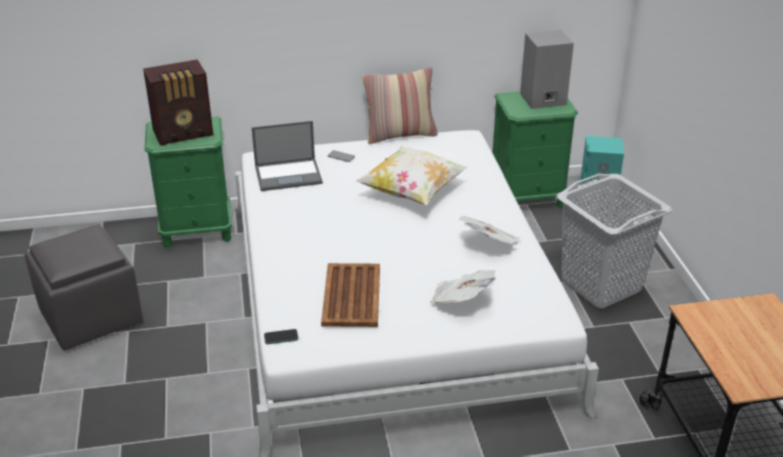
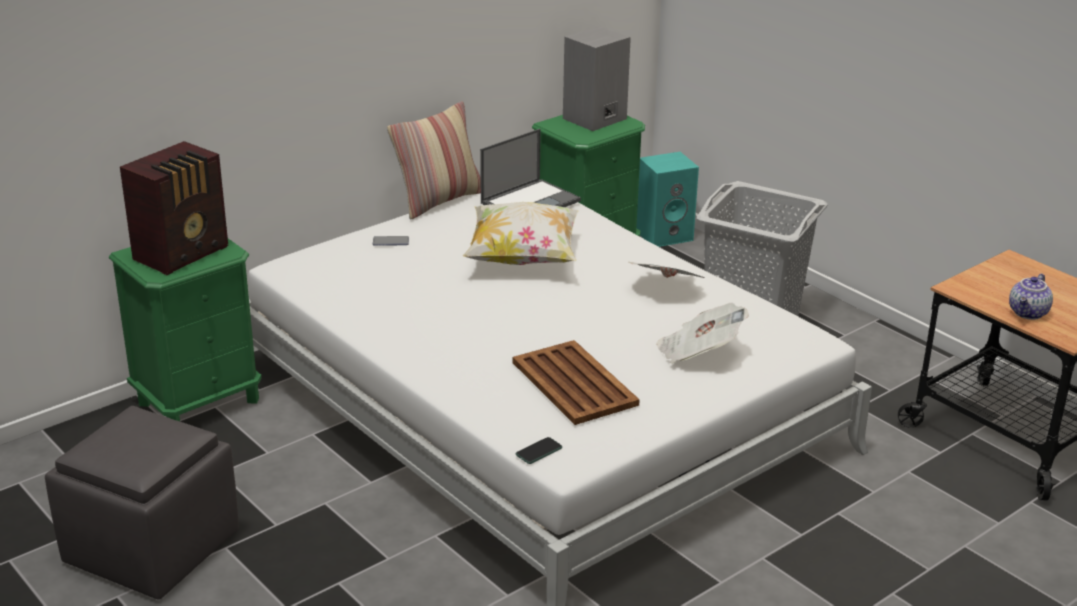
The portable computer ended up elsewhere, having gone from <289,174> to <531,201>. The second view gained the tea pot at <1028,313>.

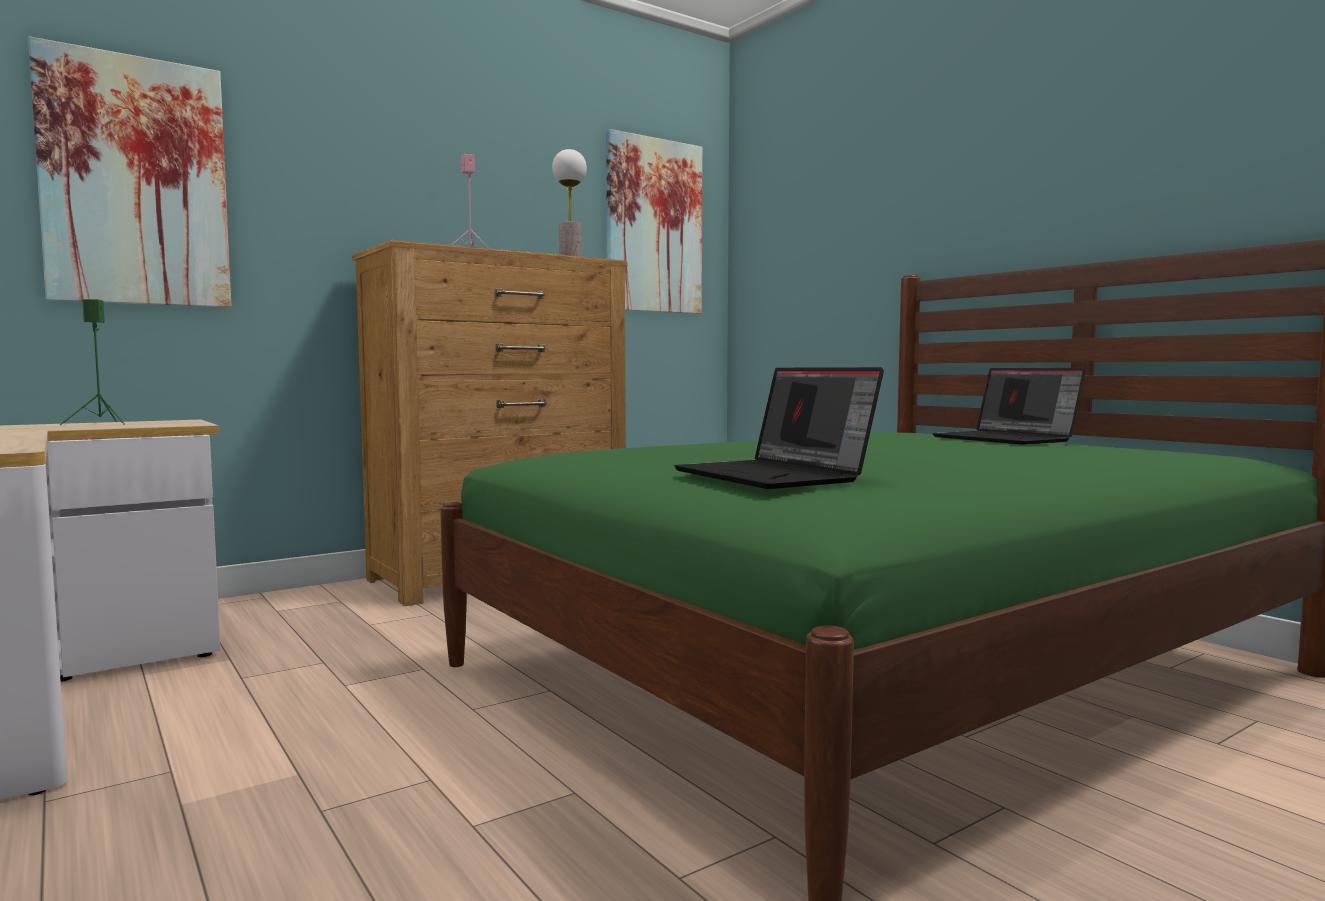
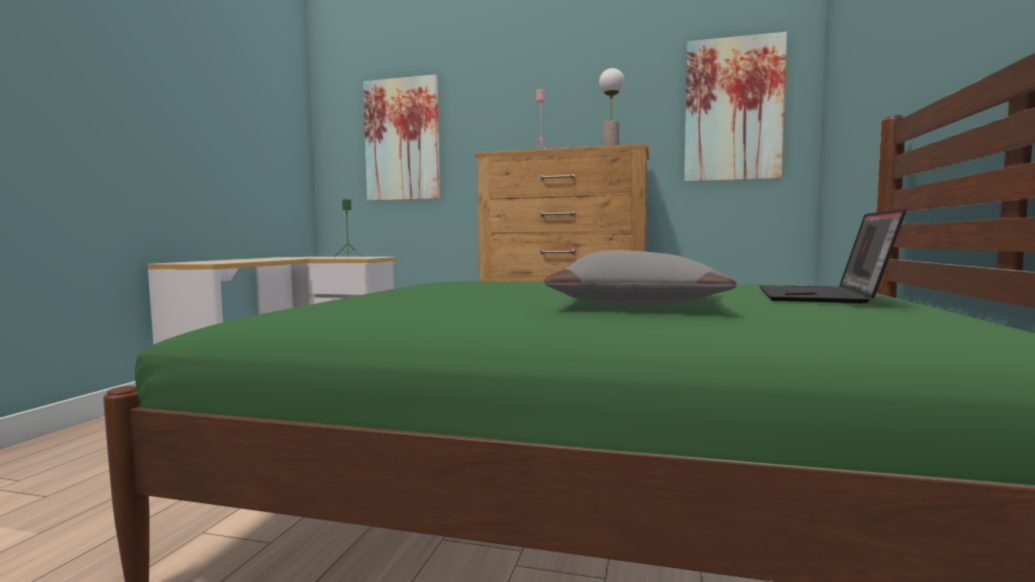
The second view lost the portable computer at <776,476>. The second view gained the gray pillow at <639,303>.

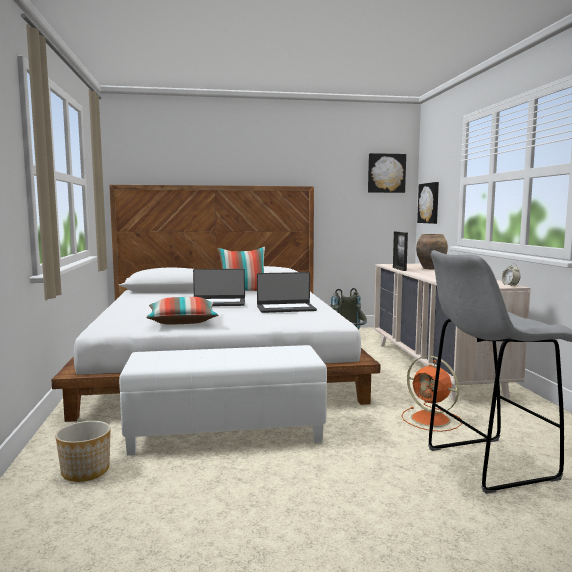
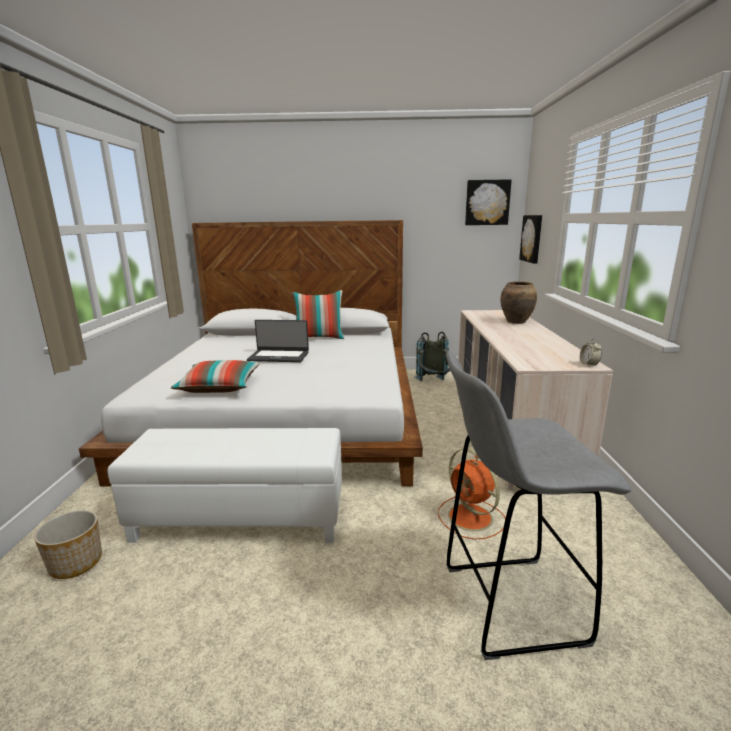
The second view lost the portable computer at <286,308>. The second view lost the photo frame at <399,269>.

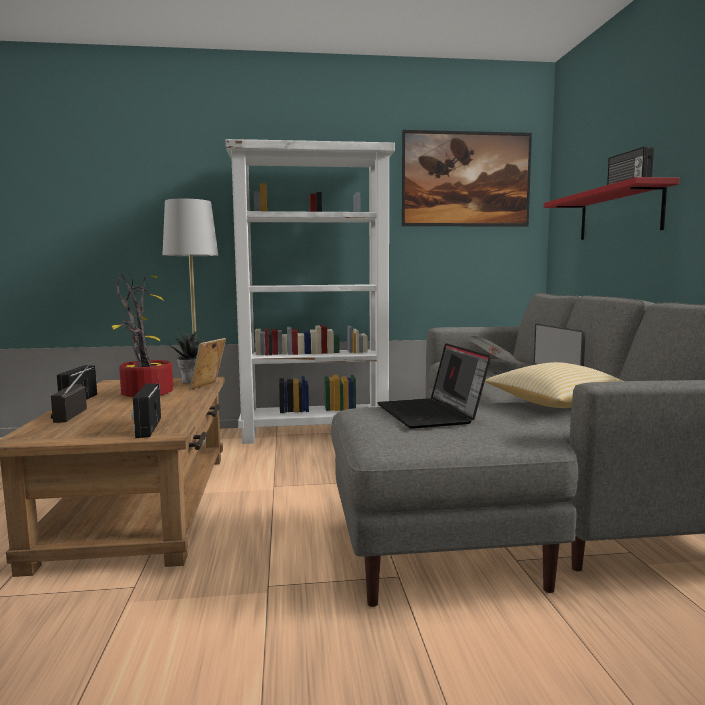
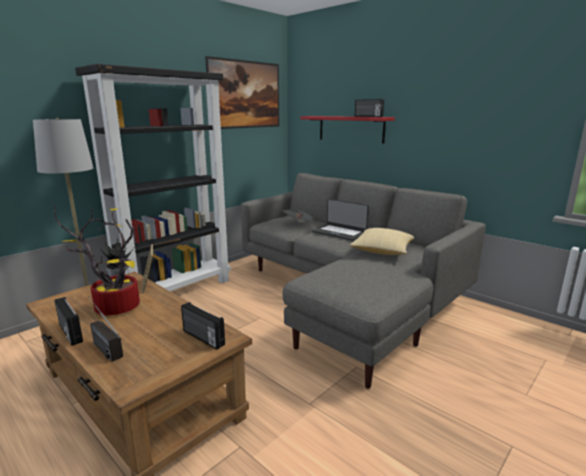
What was the whitish shelving unit at <316,433> turned into the black-coloured shelving unit at <176,291>. The second view lost the portable computer at <431,414>.

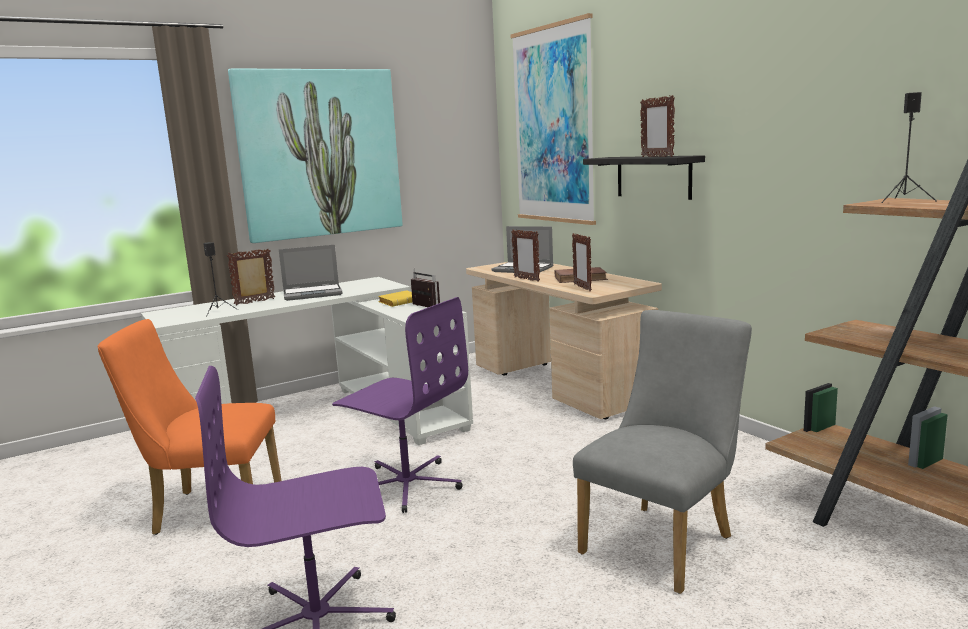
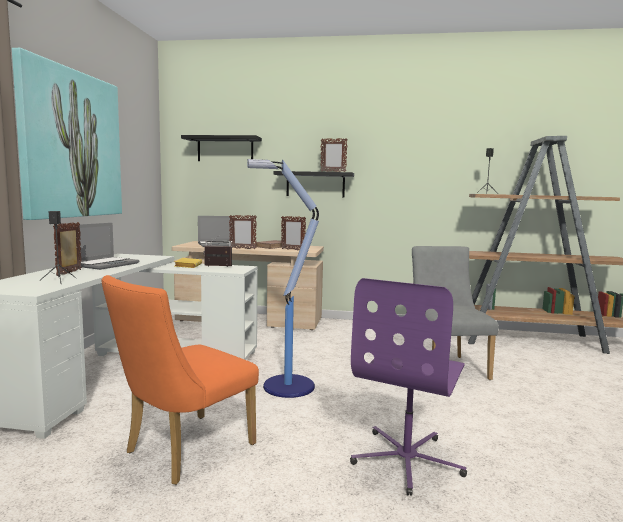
Where the purple desk chair stood at <407,484>, the standing lamp came to stand at <286,386>. Where the wall picture hung at <553,125>, the black-coloured shelf came to hang at <225,149>.

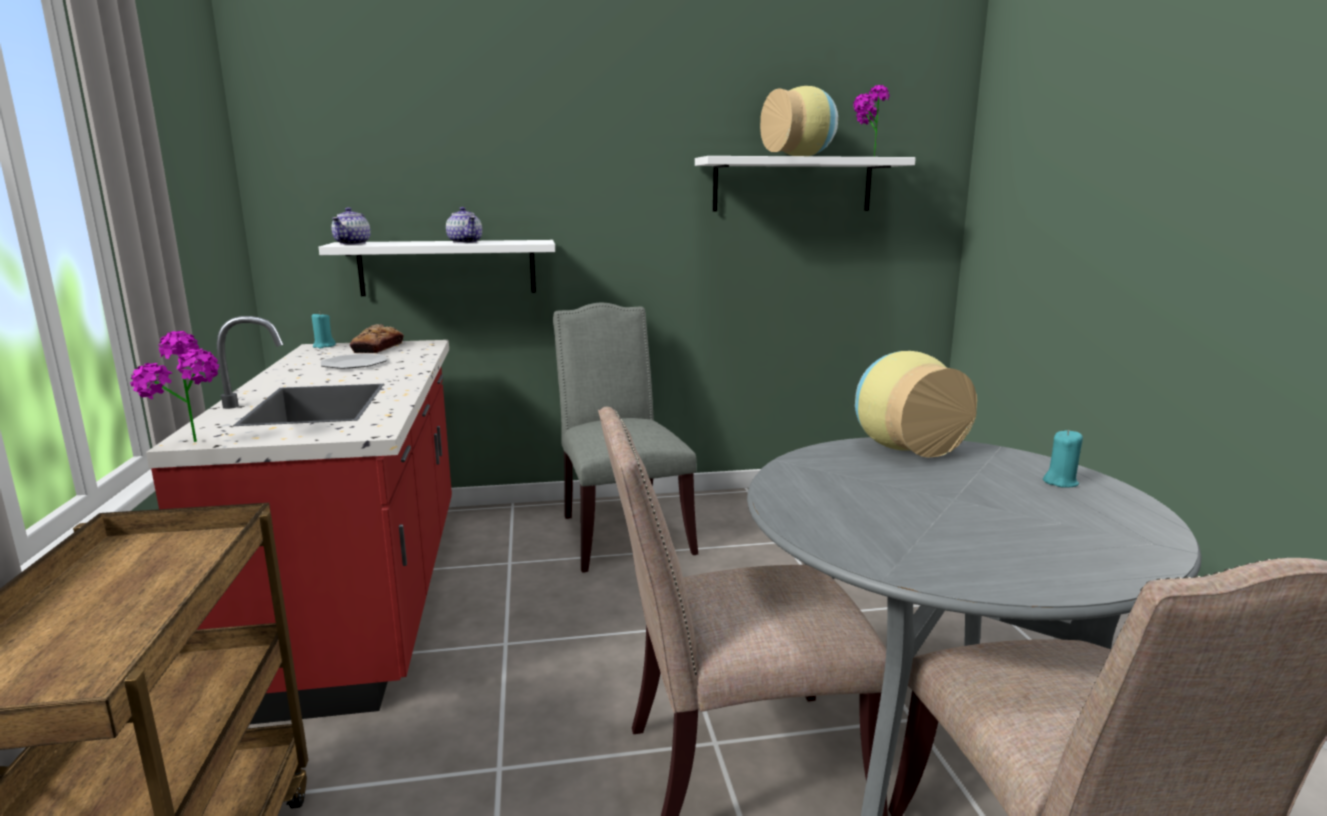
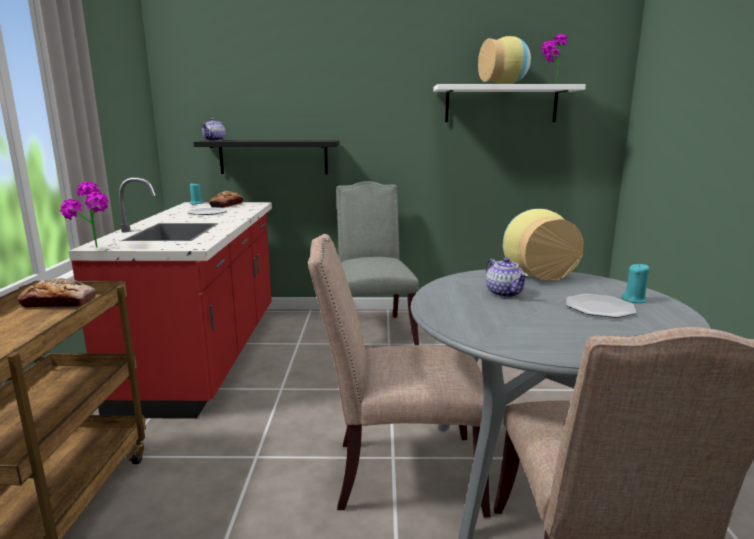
What was the whitish shelf at <448,267> turned into the black-coloured shelf at <273,157>. The tea pot ended up elsewhere, having gone from <465,242> to <505,293>. The second view gained the bakery bread at <59,303>. The second view gained the flat dish at <599,308>.

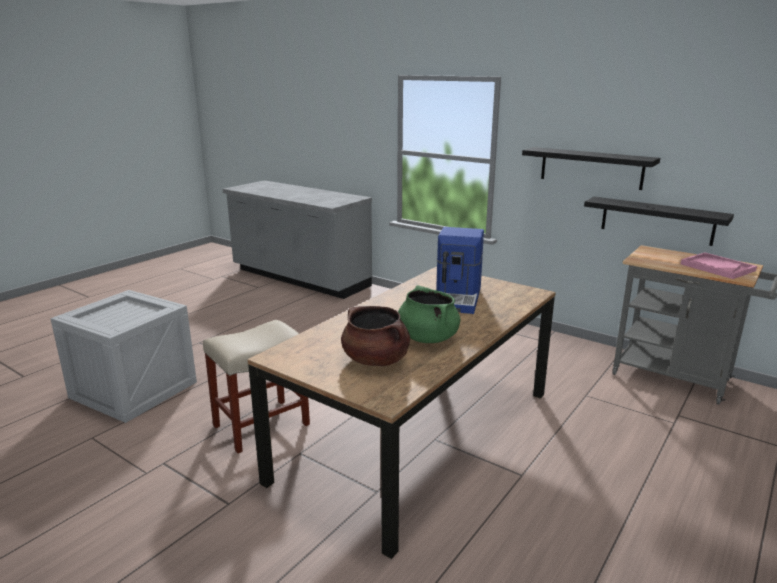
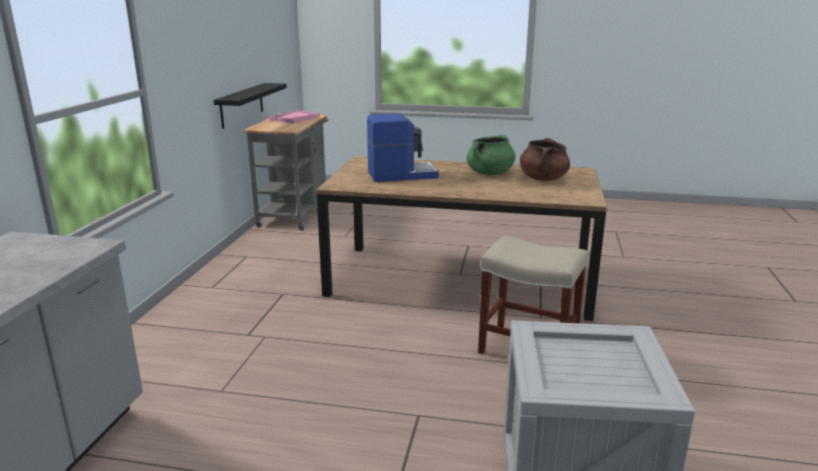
The second view lost the black-coloured shelf at <591,168>.

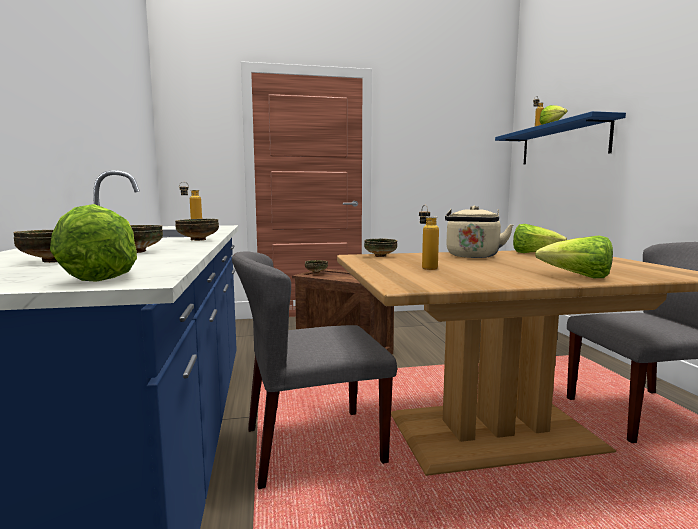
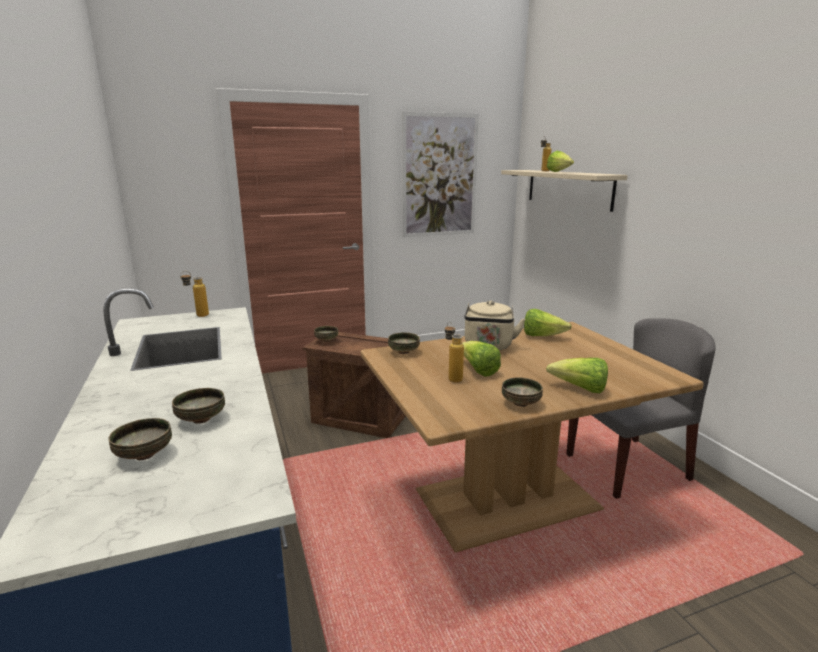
The head of lettuce ended up elsewhere, having gone from <103,276> to <478,370>. The bowl ended up elsewhere, having gone from <198,240> to <521,403>. The second view lost the gray upright chair at <312,446>. What was the bluish shelf at <562,143> turned into the beige shelf at <568,188>. The second view gained the wall picture at <439,176>.

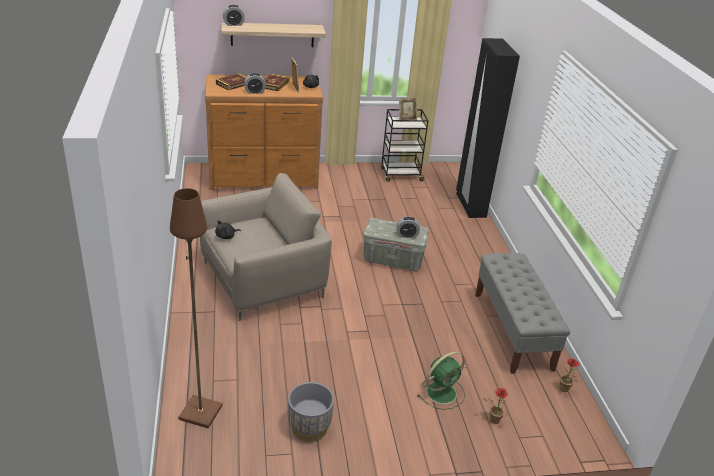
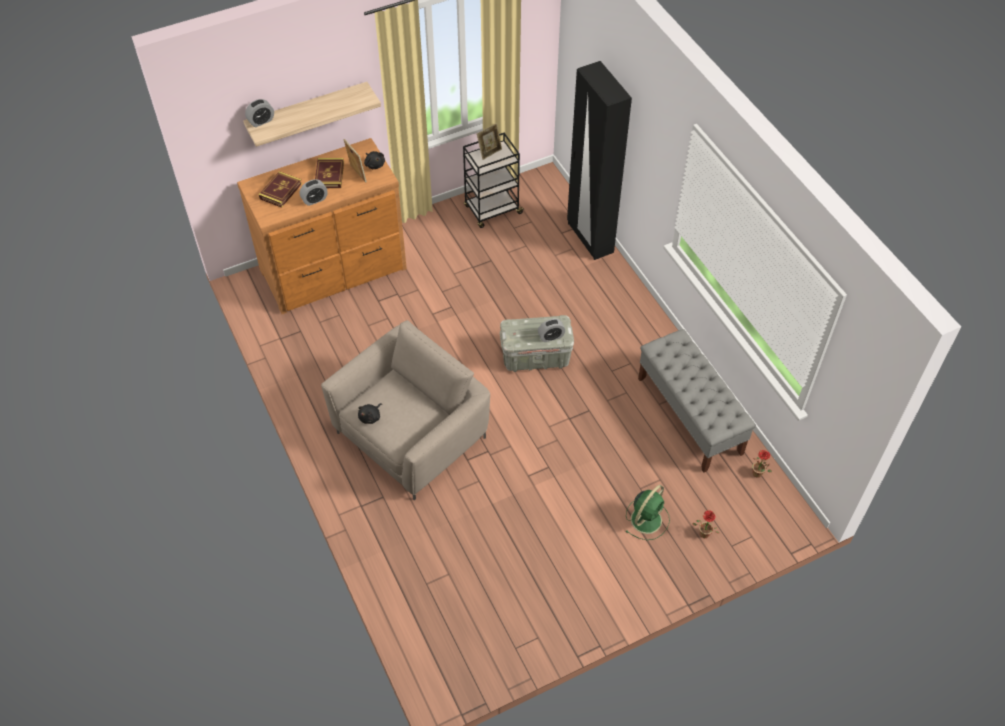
The second view lost the brown-coloured standing lamp at <199,413>. The second view lost the gray plant pot at <309,428>.

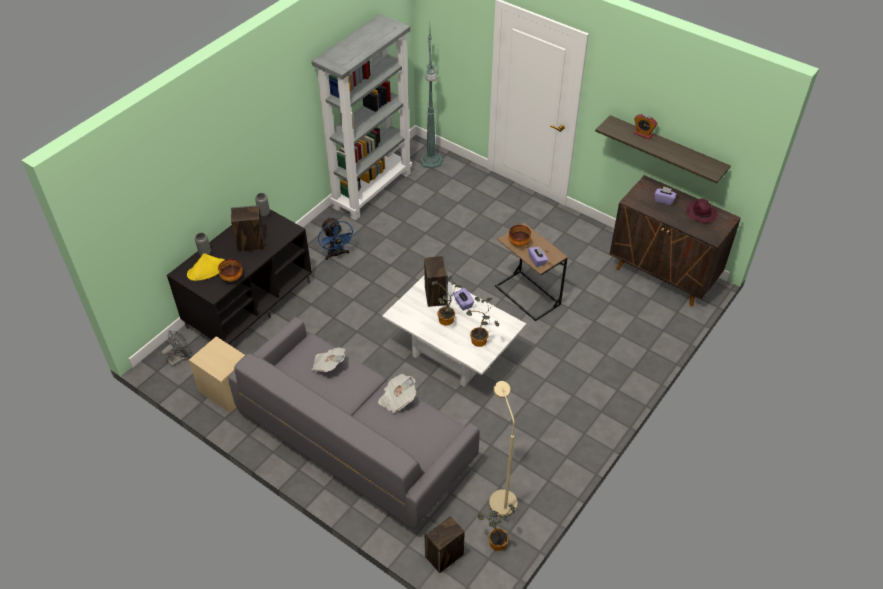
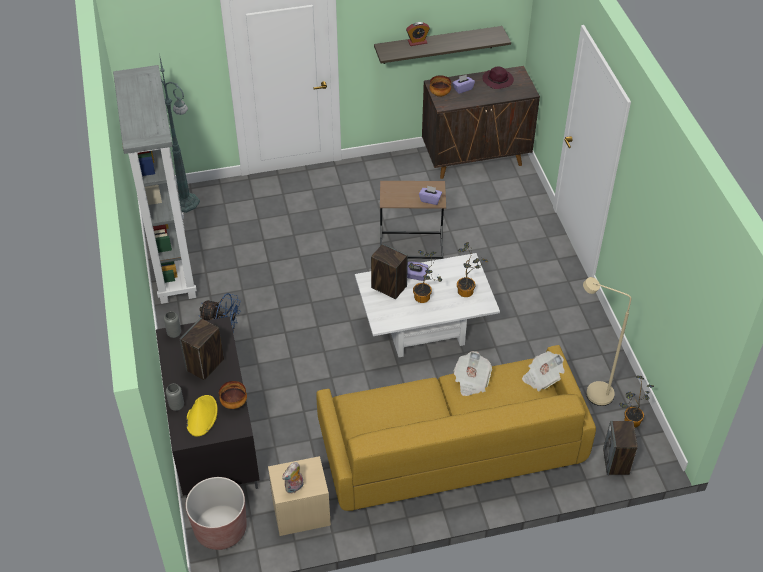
Where the gray electric fan stood at <179,358>, the brown-coloured plant pot came to stand at <220,529>. What was the gray couch at <356,439> turned into the yellow couch at <450,449>. The printed paper ended up elsewhere, having gone from <328,365> to <542,377>. The bowl ended up elsewhere, having gone from <519,243> to <440,94>. The second view gained the cuddly toy at <294,488>.

